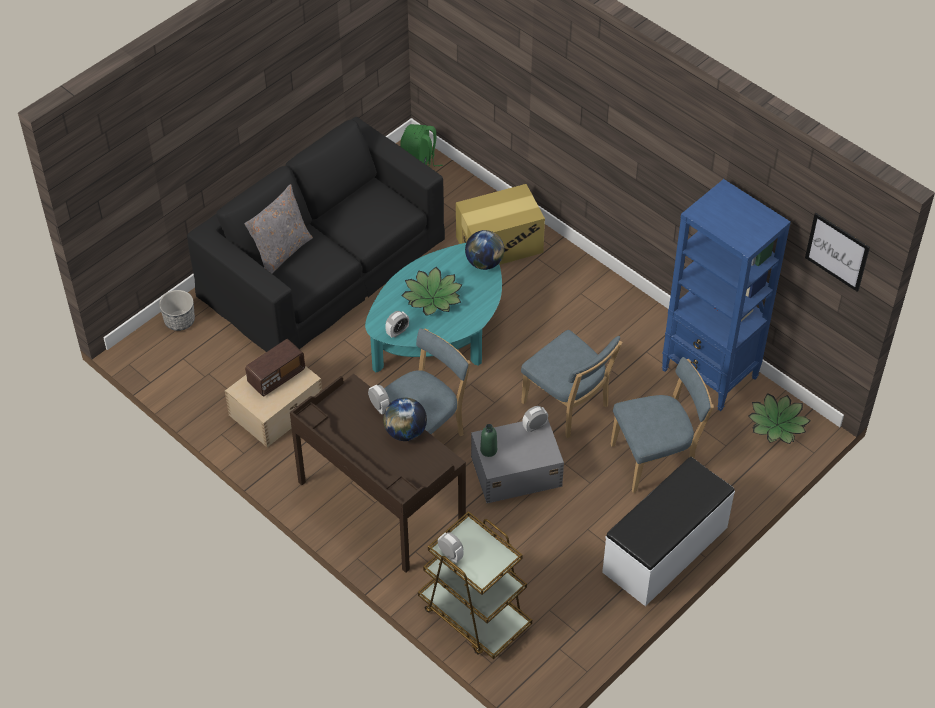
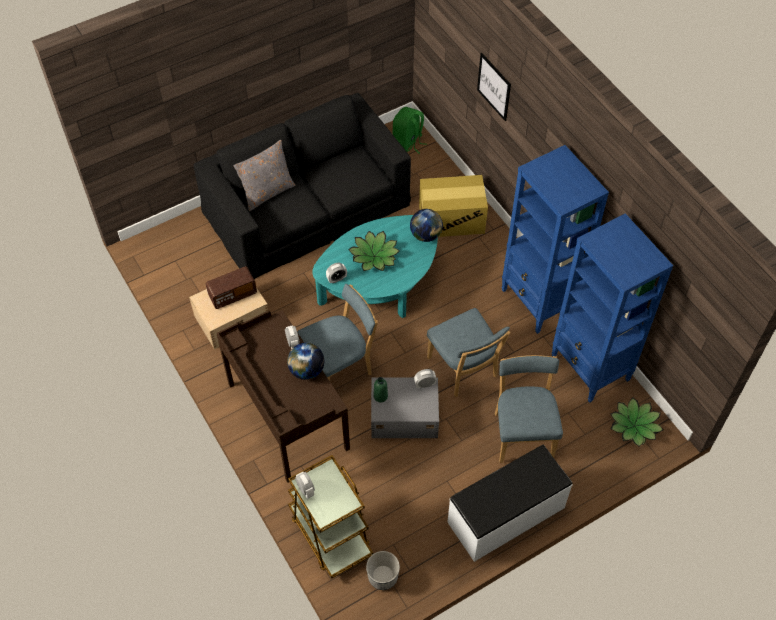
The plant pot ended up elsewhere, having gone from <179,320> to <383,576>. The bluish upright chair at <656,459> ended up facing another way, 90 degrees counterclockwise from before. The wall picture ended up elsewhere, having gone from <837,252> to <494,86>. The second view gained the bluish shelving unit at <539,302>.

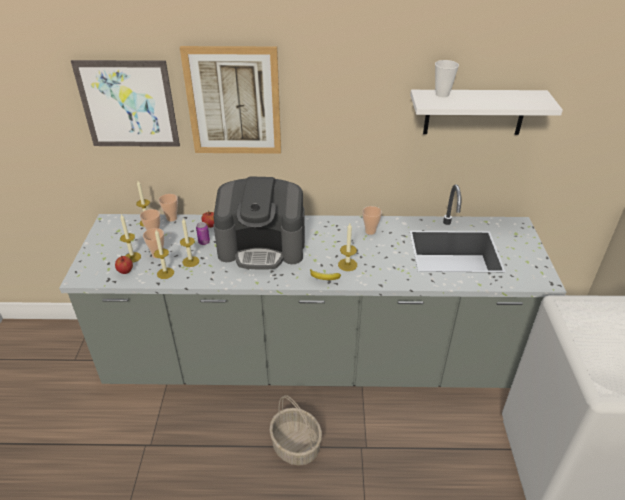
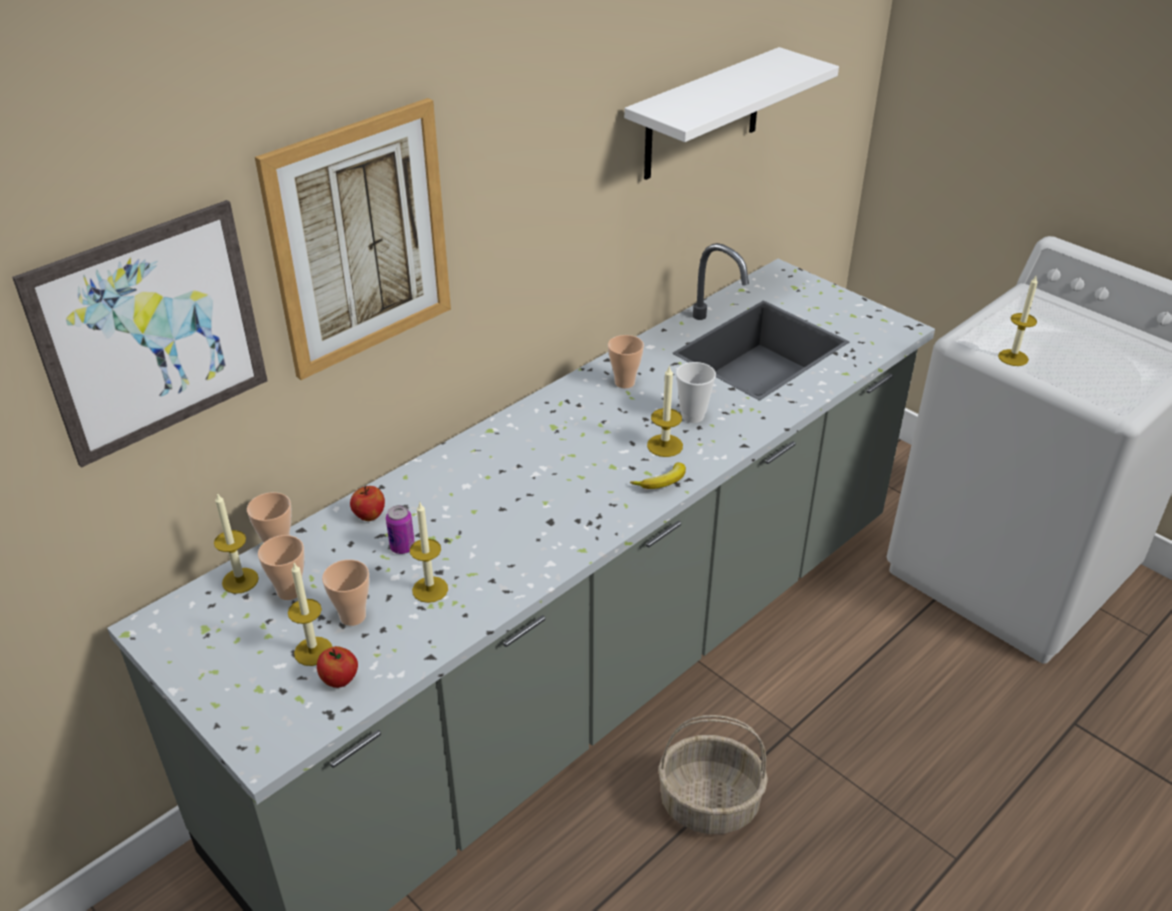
The wax candle ended up elsewhere, having gone from <165,273> to <1013,357>. The second view lost the coffee brewer at <262,246>. The cup ended up elsewhere, having gone from <442,94> to <692,416>.

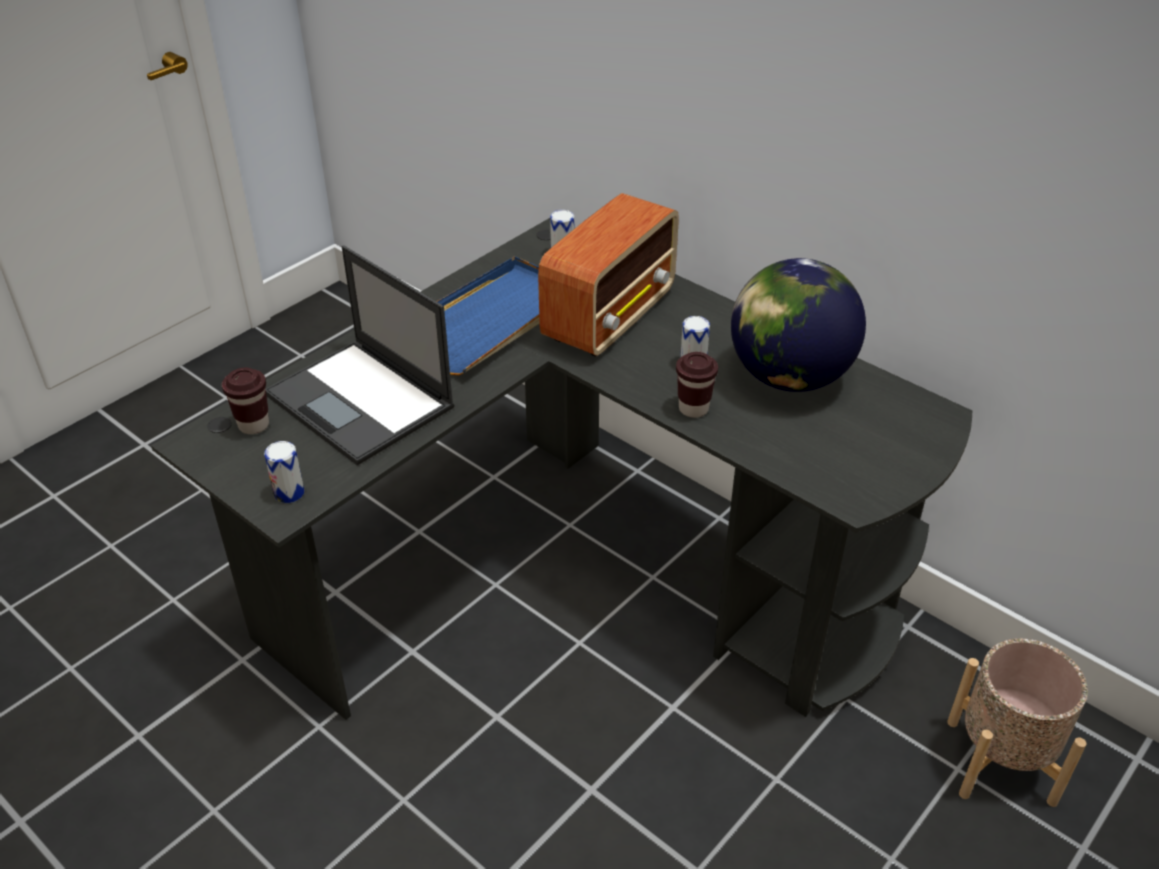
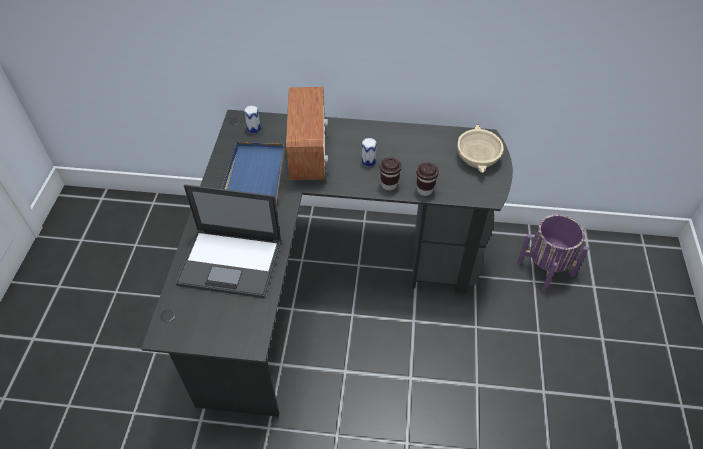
The brown-coloured cup ended up elsewhere, having gone from <253,425> to <424,190>. The second view lost the sealed can at <289,493>. The second view lost the desk globe at <788,377>. What was the beige plant pot at <1000,760> turned into the purple plant pot at <545,268>. The second view gained the beige bowl at <478,158>.

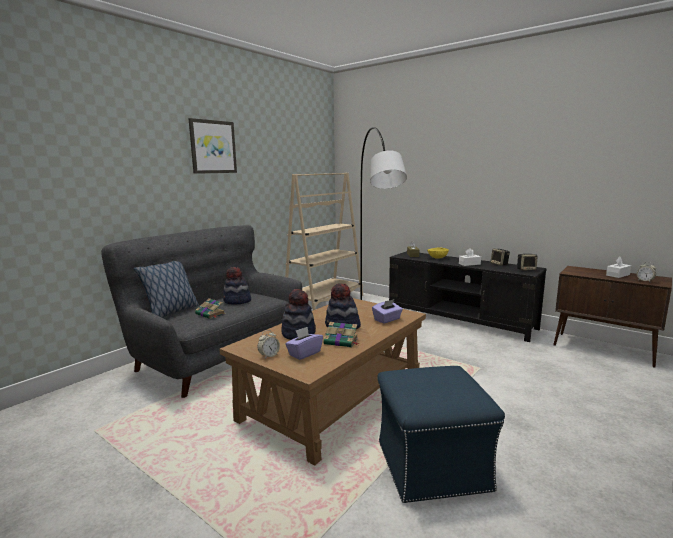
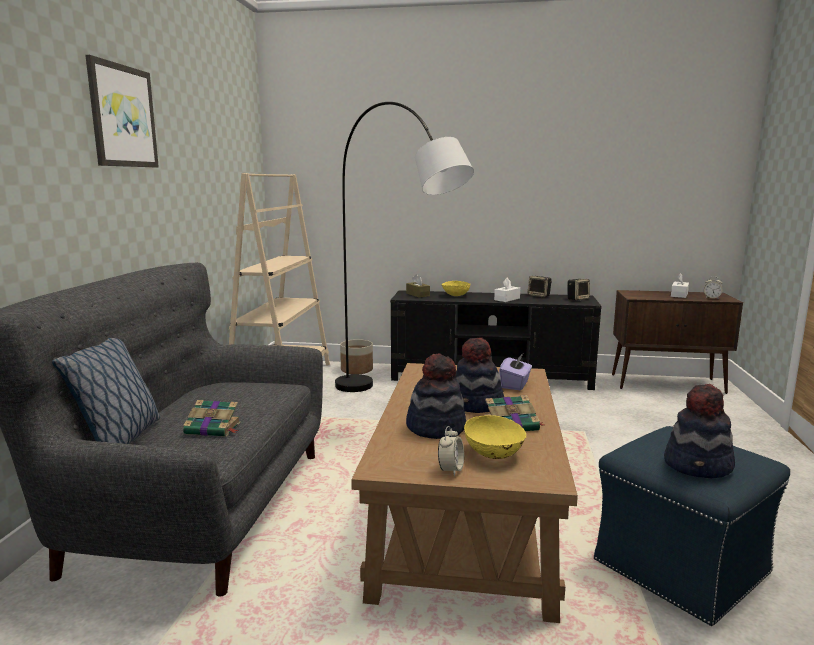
The wearable hat ended up elsewhere, having gone from <237,301> to <699,466>. Where the purple tissue box stood at <304,353>, the yellow bowl came to stand at <494,454>. The second view gained the plant pot at <357,370>.

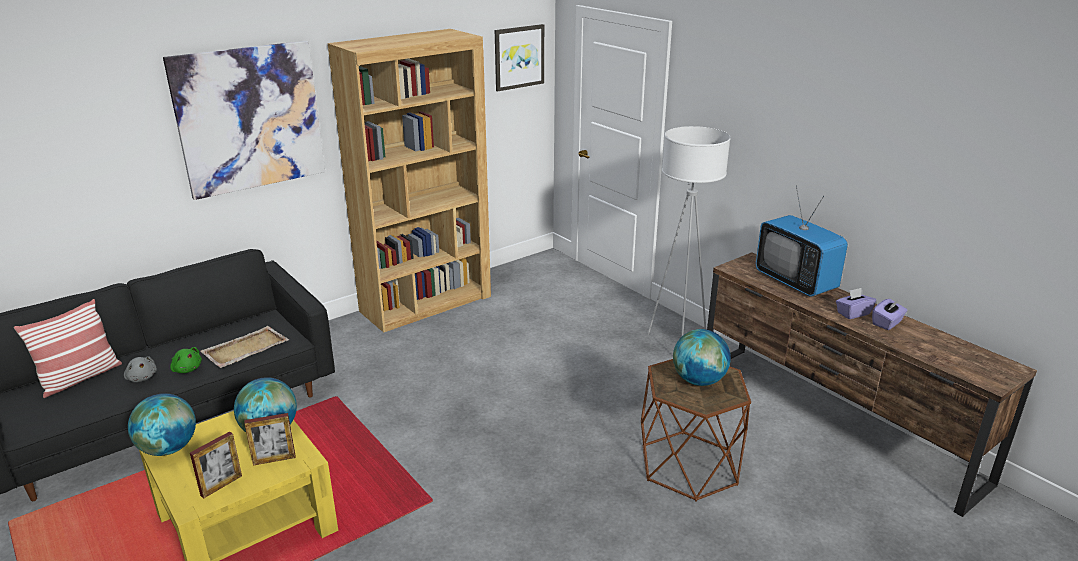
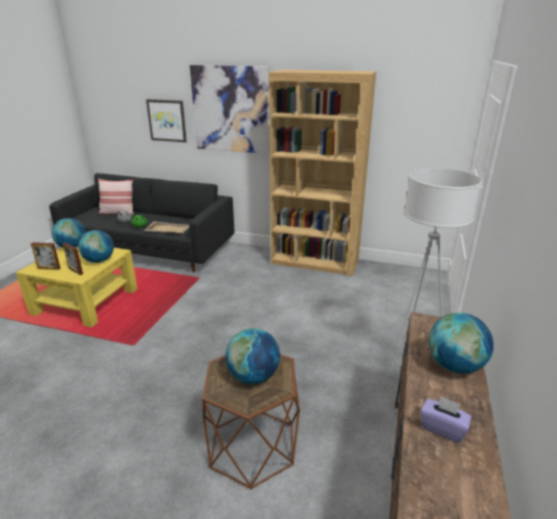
The wall picture ended up elsewhere, having gone from <519,57> to <167,120>. Where the TV stood at <795,282>, the desk globe came to stand at <454,366>. The second view lost the purple tissue box at <887,323>.

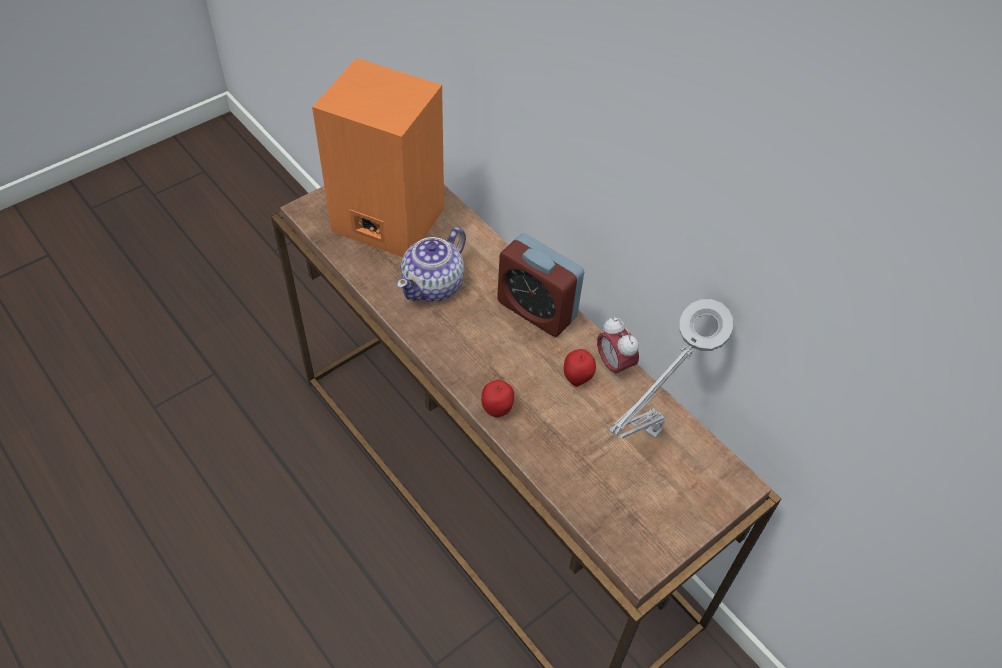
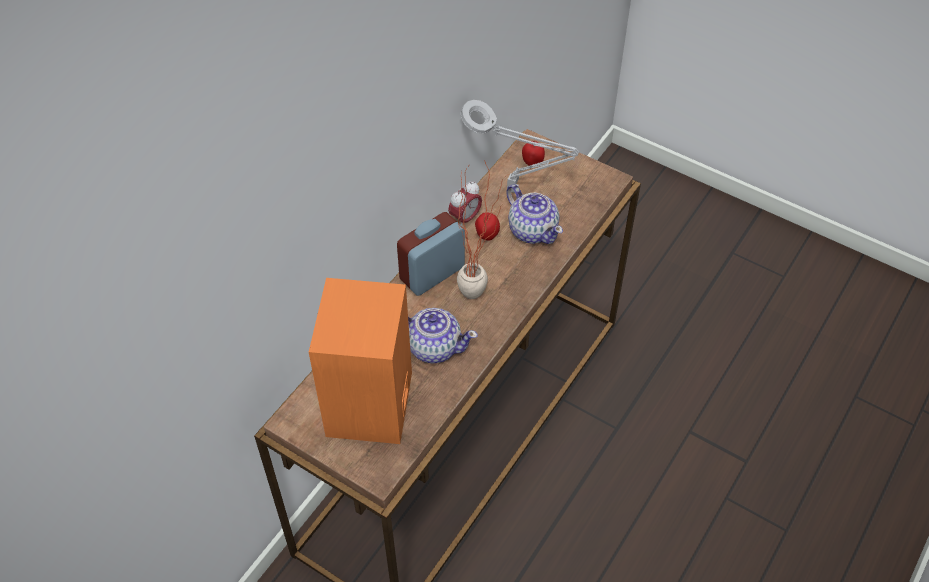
The whole apple ended up elsewhere, having gone from <497,409> to <532,164>. The alarm clock at <536,310> ended up facing another way, 150 degrees counterclockwise from before. The second view gained the plant in a pot at <481,294>. The second view gained the tea pot at <533,230>.

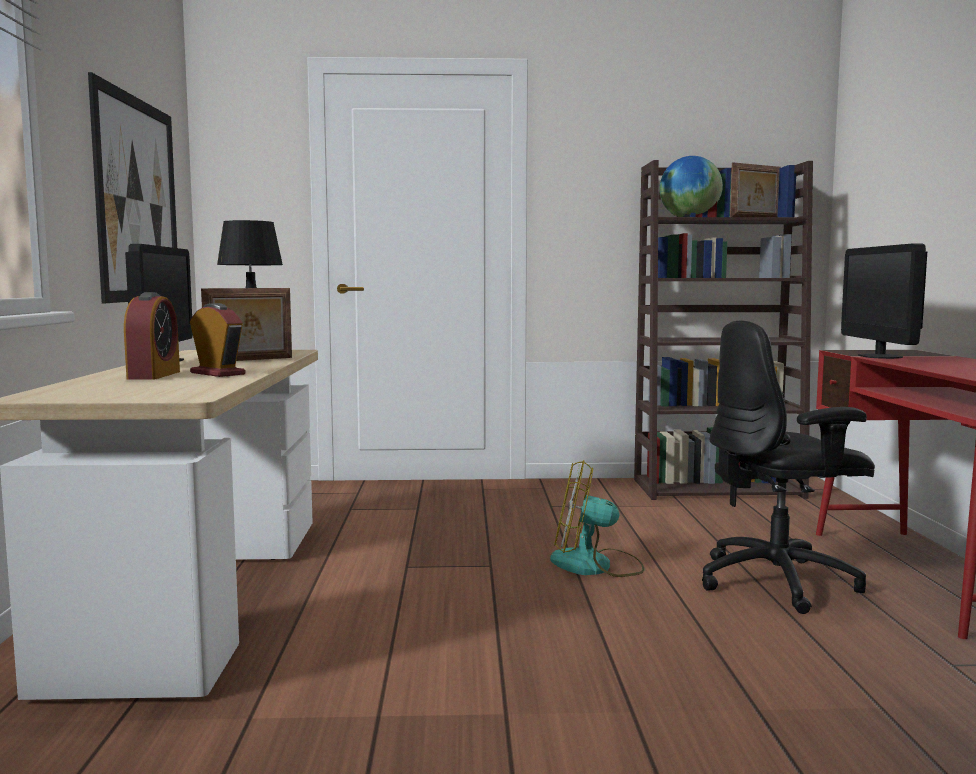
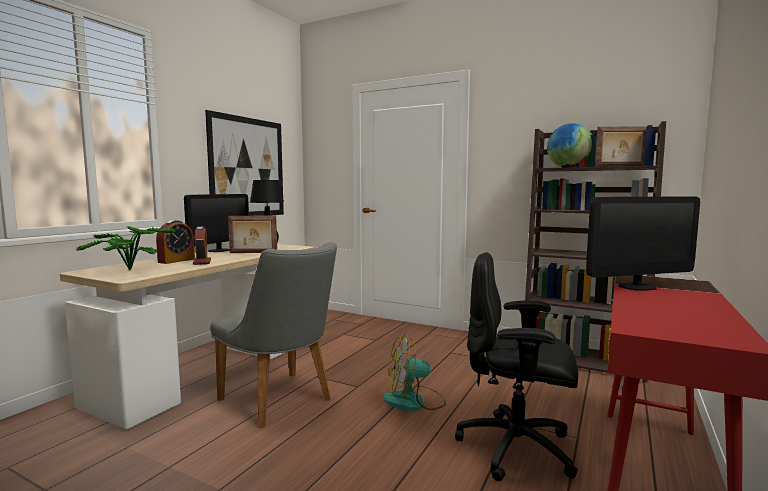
The electric fan at <595,565> ended up facing another way, 45 degrees counterclockwise from before. The monitor at <880,356> ended up facing another way, 135 degrees counterclockwise from before. The second view gained the plant in a pot at <131,270>. The second view gained the gray upright chair at <282,402>.

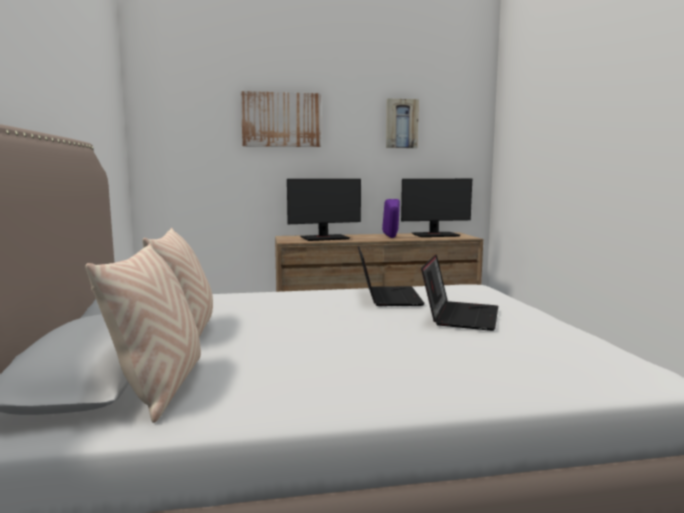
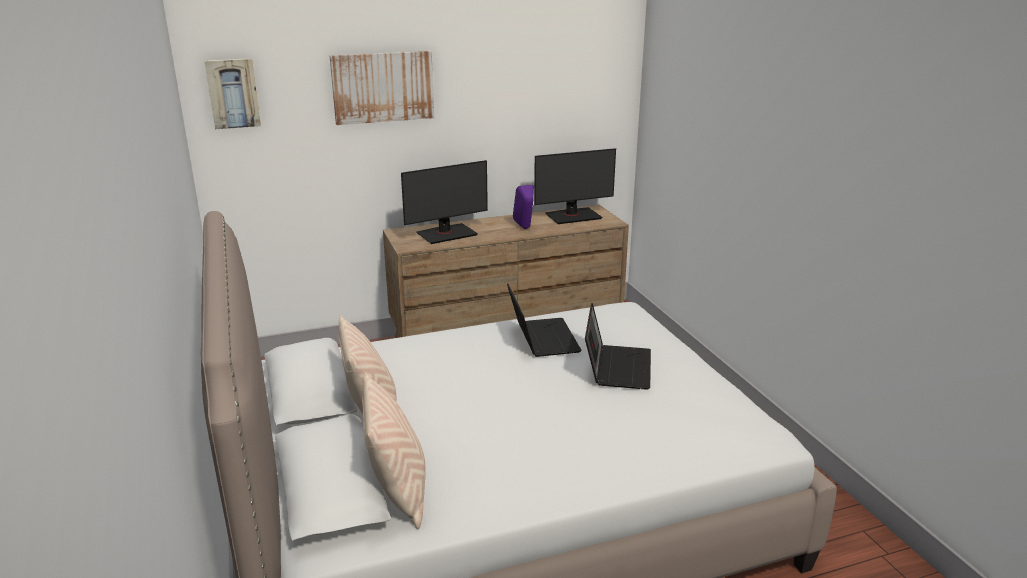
The wall picture ended up elsewhere, having gone from <401,124> to <233,93>.

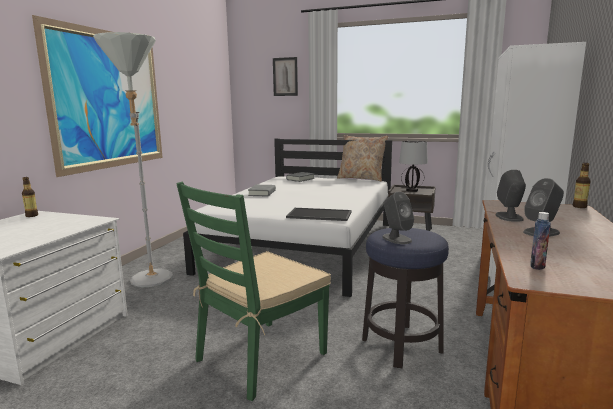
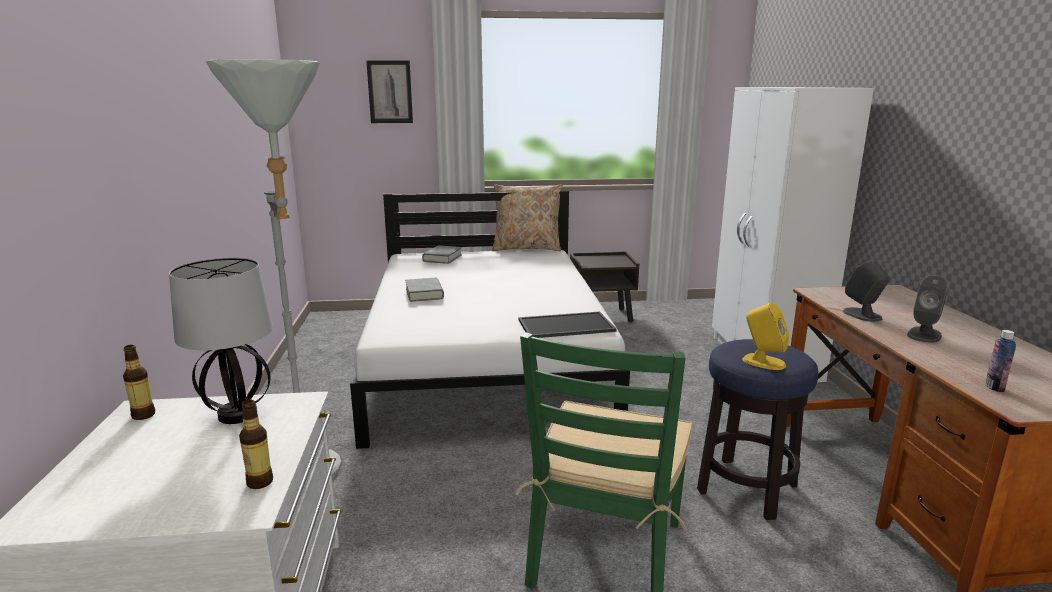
The second view lost the wall picture at <109,100>. What was the gray audio speaker at <396,239> turned into the yellow audio speaker at <763,362>. The tabletop lamp ended up elsewhere, having gone from <412,190> to <238,415>. The bottle ended up elsewhere, having gone from <579,206> to <260,482>.

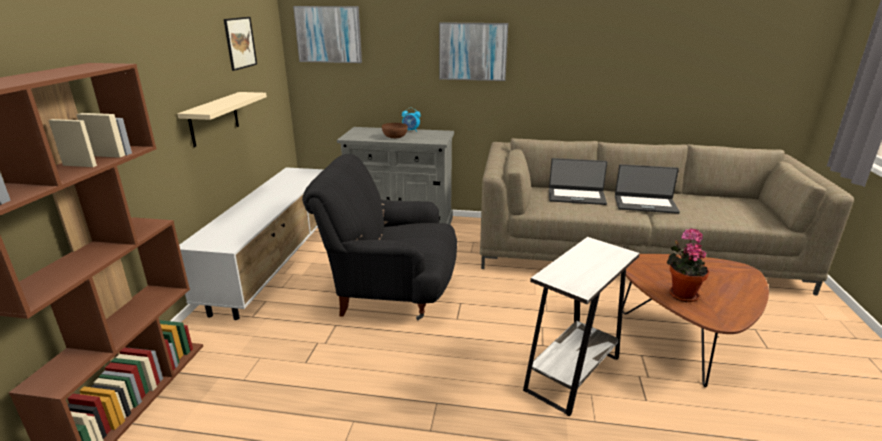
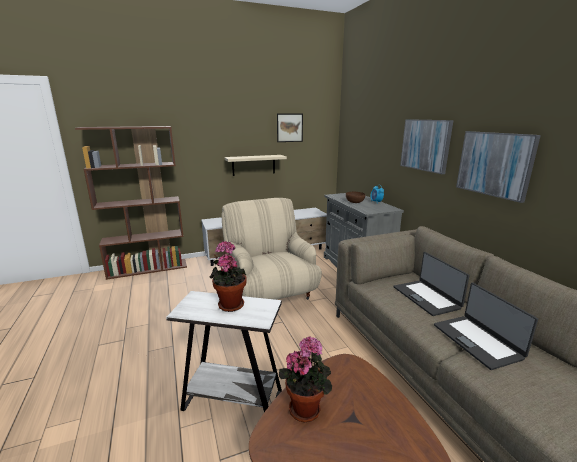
The wall picture ended up elsewhere, having gone from <328,34> to <494,164>. What was the black-coloured lounge chair at <390,292> turned into the beige lounge chair at <270,294>. The second view gained the plant in a pot at <229,304>.

